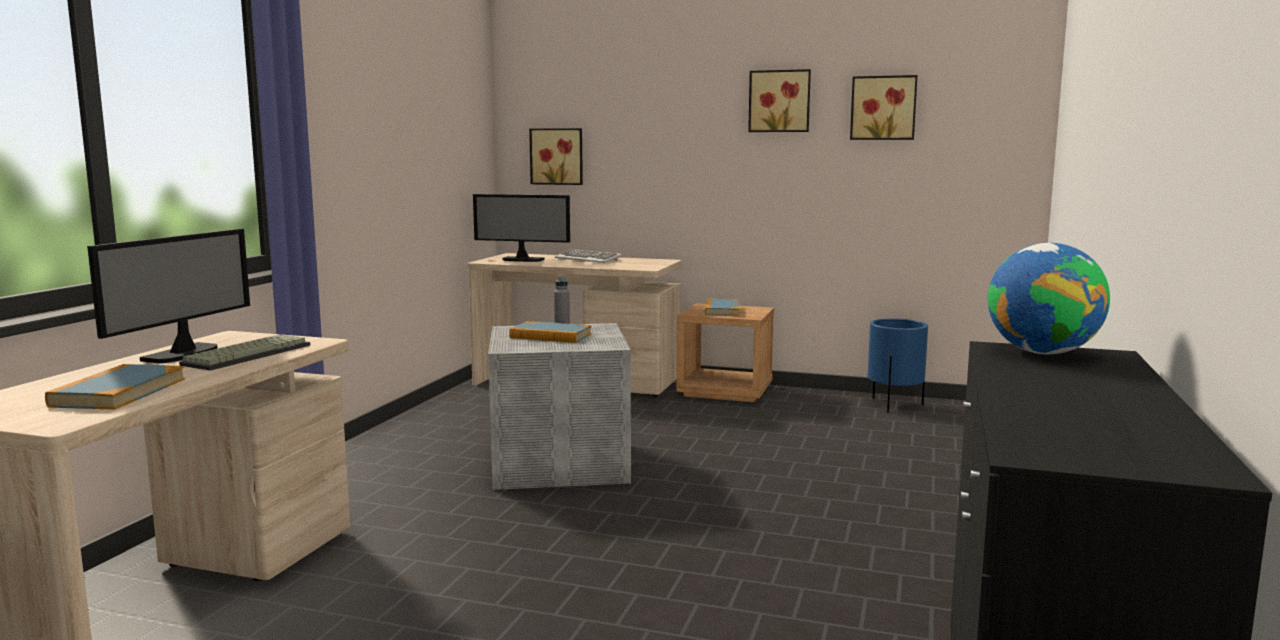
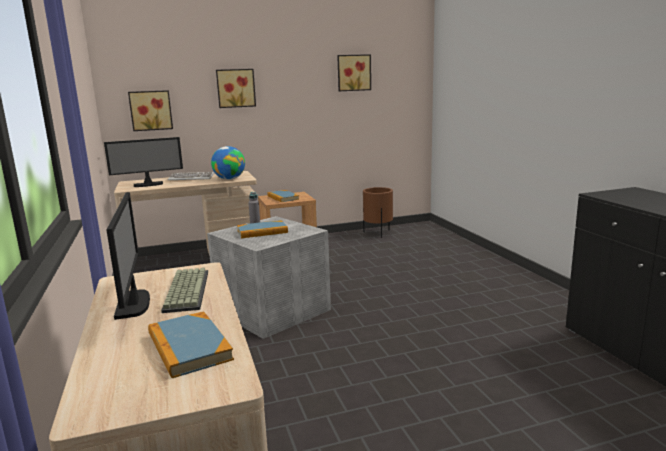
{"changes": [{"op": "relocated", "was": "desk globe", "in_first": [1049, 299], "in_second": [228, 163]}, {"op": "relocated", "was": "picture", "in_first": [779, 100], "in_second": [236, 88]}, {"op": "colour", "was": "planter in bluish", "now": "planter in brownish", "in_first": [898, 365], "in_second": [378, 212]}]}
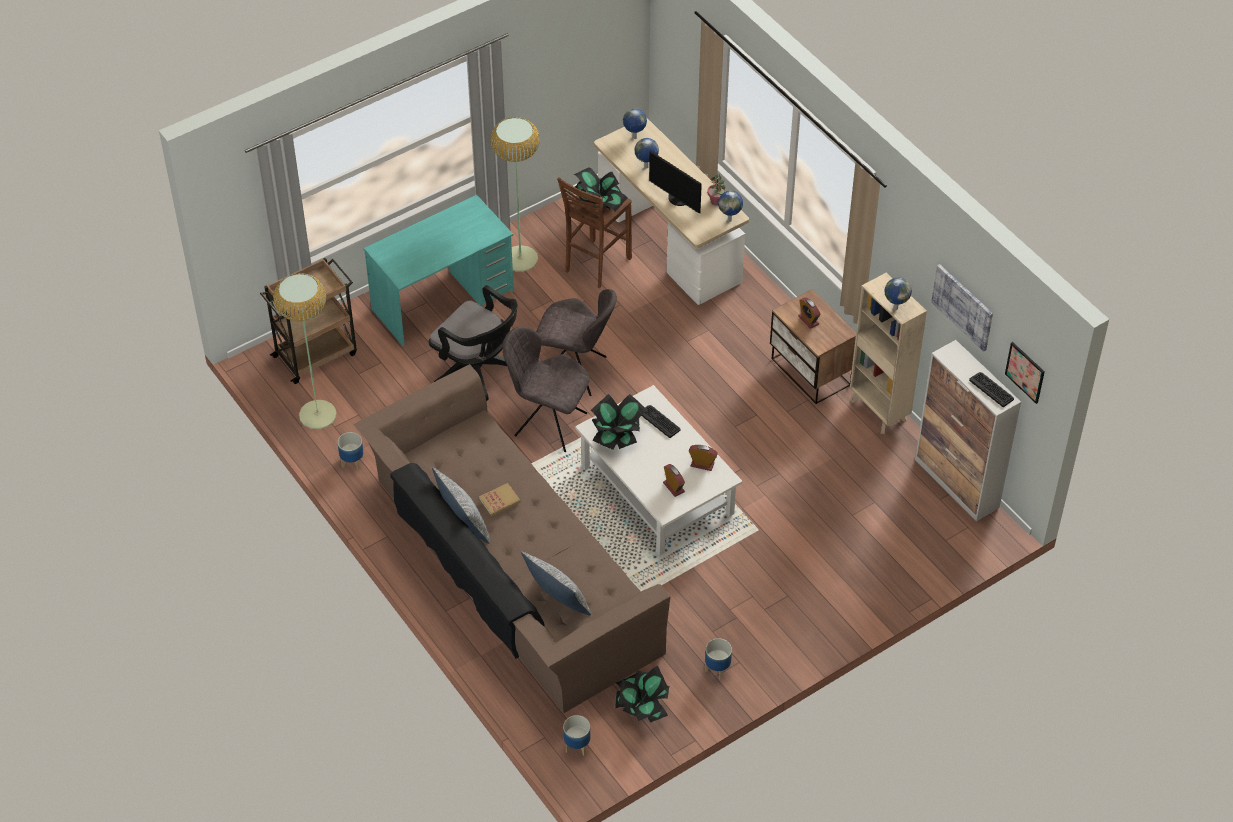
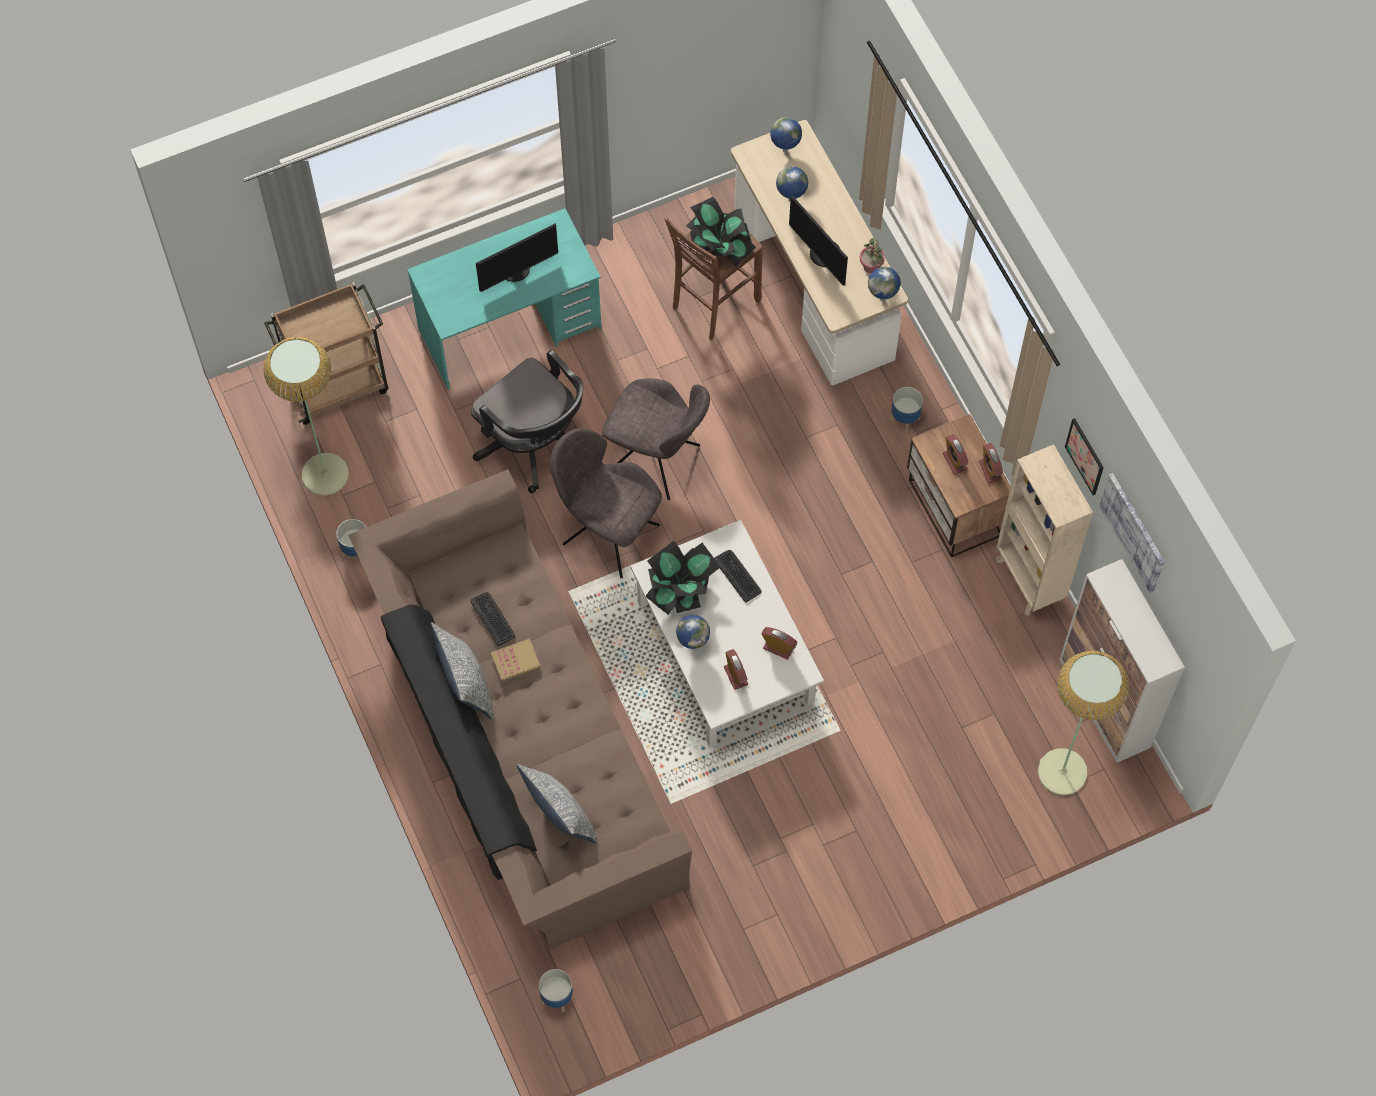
{"changes": [{"op": "relocated", "was": "keyboard", "in_first": [991, 389], "in_second": [492, 619]}, {"op": "appeared", "now": "computer screen", "in_second": [517, 257]}, {"op": "relocated", "was": "desk globe", "in_first": [898, 294], "in_second": [693, 632]}, {"op": "relocated", "was": "planter", "in_first": [718, 659], "in_second": [906, 409]}, {"op": "appeared", "now": "bedside clock", "in_second": [991, 463]}, {"op": "relocated", "was": "standard lamp", "in_first": [515, 194], "in_second": [1083, 722]}, {"op": "relocated", "was": "picture", "in_first": [1025, 373], "in_second": [1084, 456]}, {"op": "missing", "was": "houseplant", "in_first": [642, 694]}]}
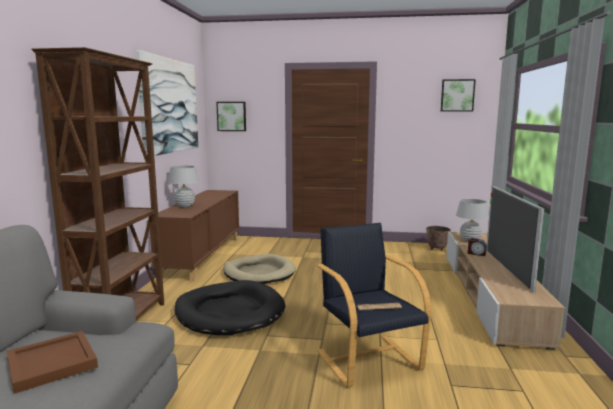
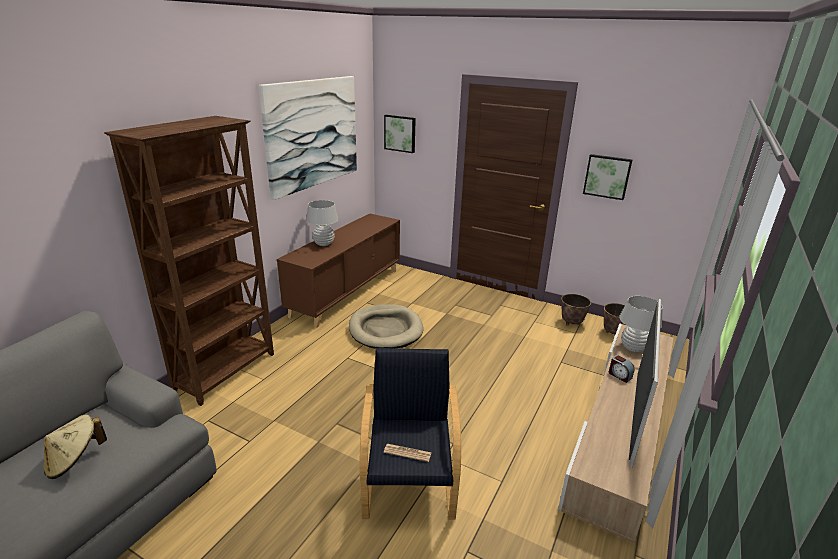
{"changes": [{"op": "exchanged", "was": "serving tray in brownish", "now": "wearable hat in sand-coloured", "in_first": [52, 362], "in_second": [75, 447]}, {"op": "appeared", "now": "planter", "in_second": [576, 310]}, {"op": "relocated", "was": "picture", "in_first": [458, 95], "in_second": [607, 177]}, {"op": "missing", "was": "dog bed in black-coloured", "in_first": [229, 307]}]}
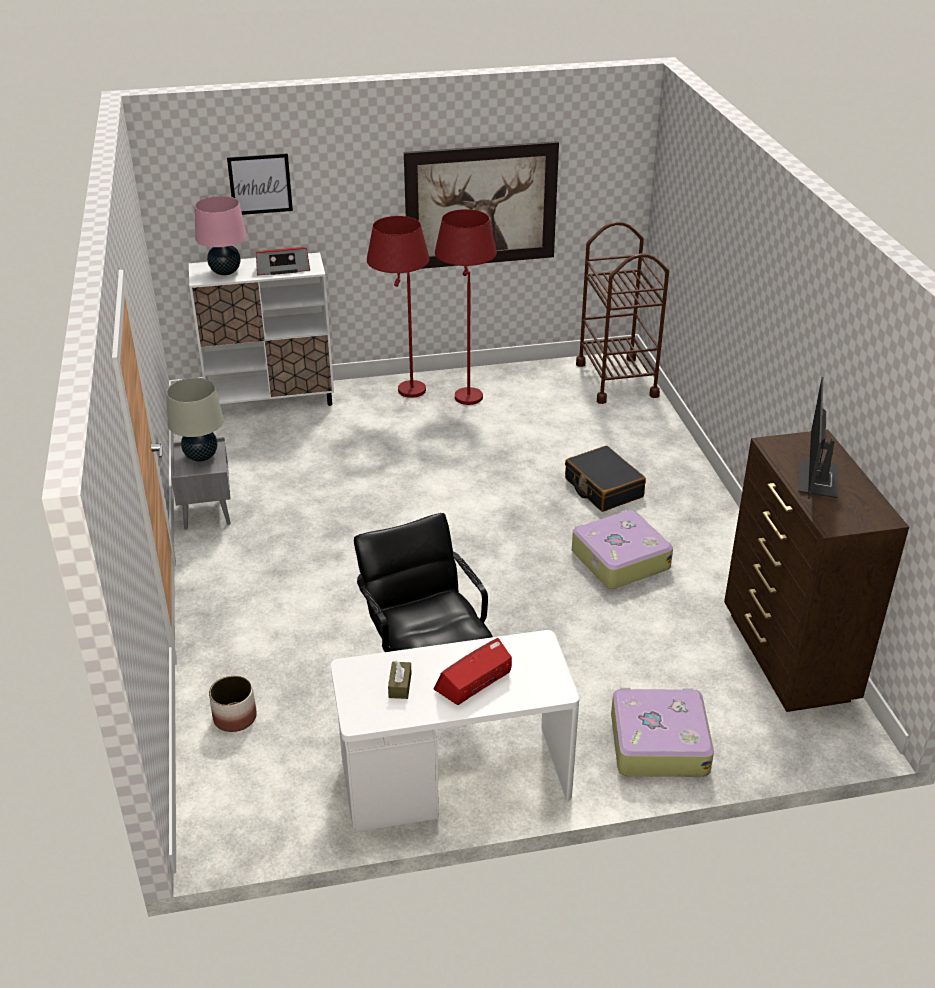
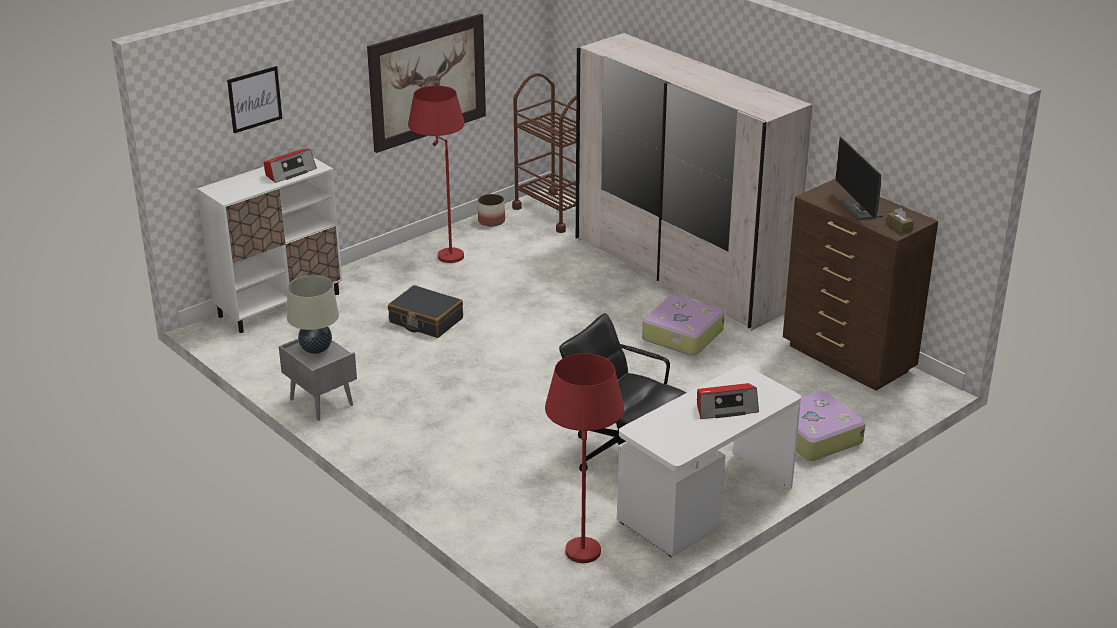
{"changes": [{"op": "relocated", "was": "suitcase in black-coloured", "in_first": [605, 479], "in_second": [425, 311]}, {"op": "relocated", "was": "planter", "in_first": [233, 703], "in_second": [491, 210]}, {"op": "relocated", "was": "standard lamp in red-coloured", "in_first": [398, 307], "in_second": [584, 458]}, {"op": "appeared", "now": "armoire in white", "in_second": [694, 182]}, {"op": "spun", "was": "radio set", "in_first": [472, 671], "in_second": [728, 401], "clockwise": -120}, {"op": "relocated", "was": "tissue holder in brownish", "in_first": [400, 680], "in_second": [900, 220]}, {"op": "missing", "was": "tabletop lamp in pink-coloured", "in_first": [220, 235]}]}
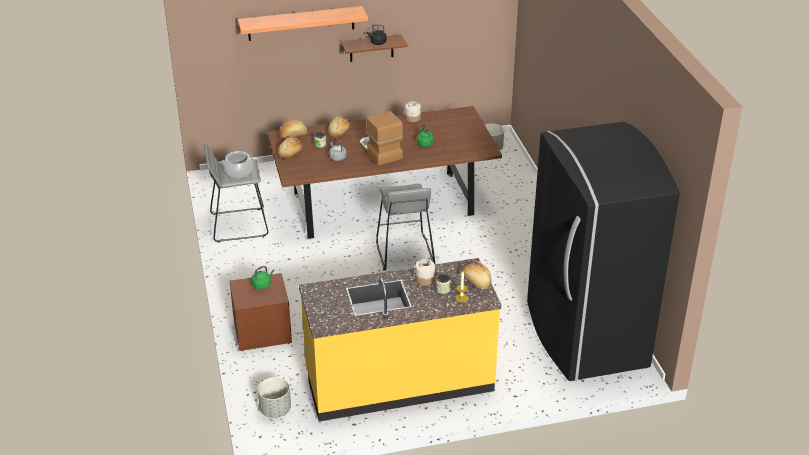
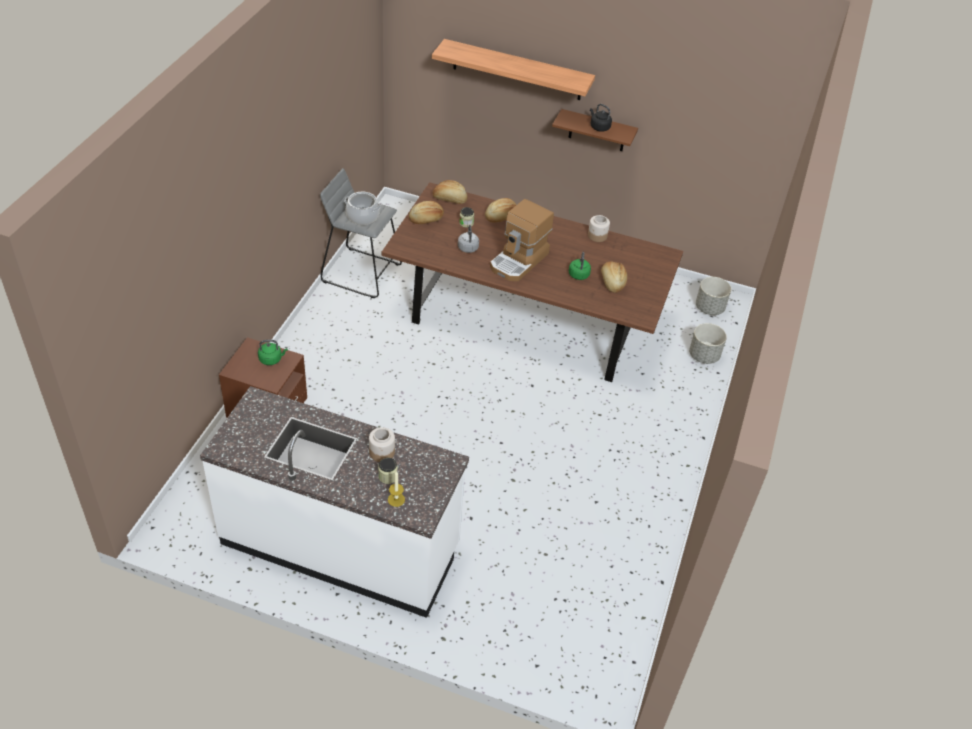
{"changes": [{"op": "colour", "was": "kitchen counter in yellowish", "now": "kitchen counter in white", "in_first": [400, 339], "in_second": [334, 502]}, {"op": "spun", "was": "coffee maker", "in_first": [381, 138], "in_second": [522, 240], "clockwise": -150}, {"op": "relocated", "was": "bakery bread", "in_first": [476, 276], "in_second": [614, 277]}, {"op": "relocated", "was": "planter in grey", "in_first": [274, 397], "in_second": [708, 343]}, {"op": "missing", "was": "stool in grey", "in_first": [405, 227]}, {"op": "missing", "was": "refrigerator in black-coloured", "in_first": [603, 251]}]}
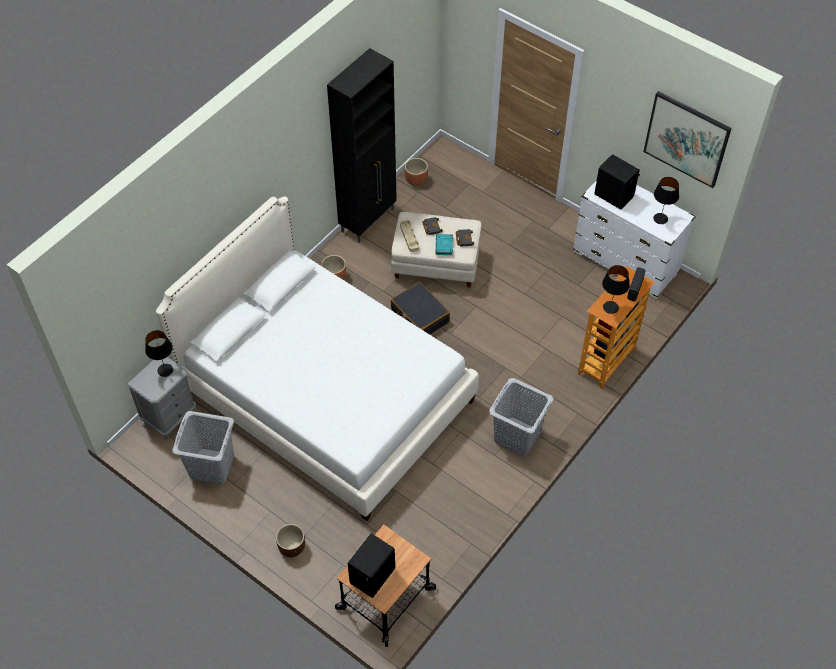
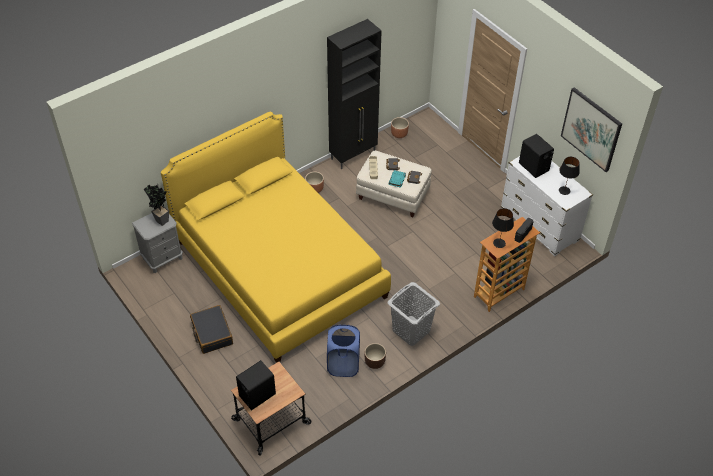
{"changes": [{"op": "exchanged", "was": "tabletop lamp in black-coloured", "now": "houseplant", "in_first": [159, 353], "in_second": [156, 204]}, {"op": "colour", "was": "bedroom bed in white", "now": "bedroom bed in yellowish", "in_first": [317, 359], "in_second": [276, 237]}, {"op": "relocated", "was": "suitcase in black-coloured", "in_first": [420, 308], "in_second": [211, 329]}, {"op": "appeared", "now": "hamper in bluish", "in_second": [343, 350]}, {"op": "relocated", "was": "planter in brownish", "in_first": [290, 540], "in_second": [375, 356]}, {"op": "missing", "was": "hamper in grey", "in_first": [203, 447]}]}
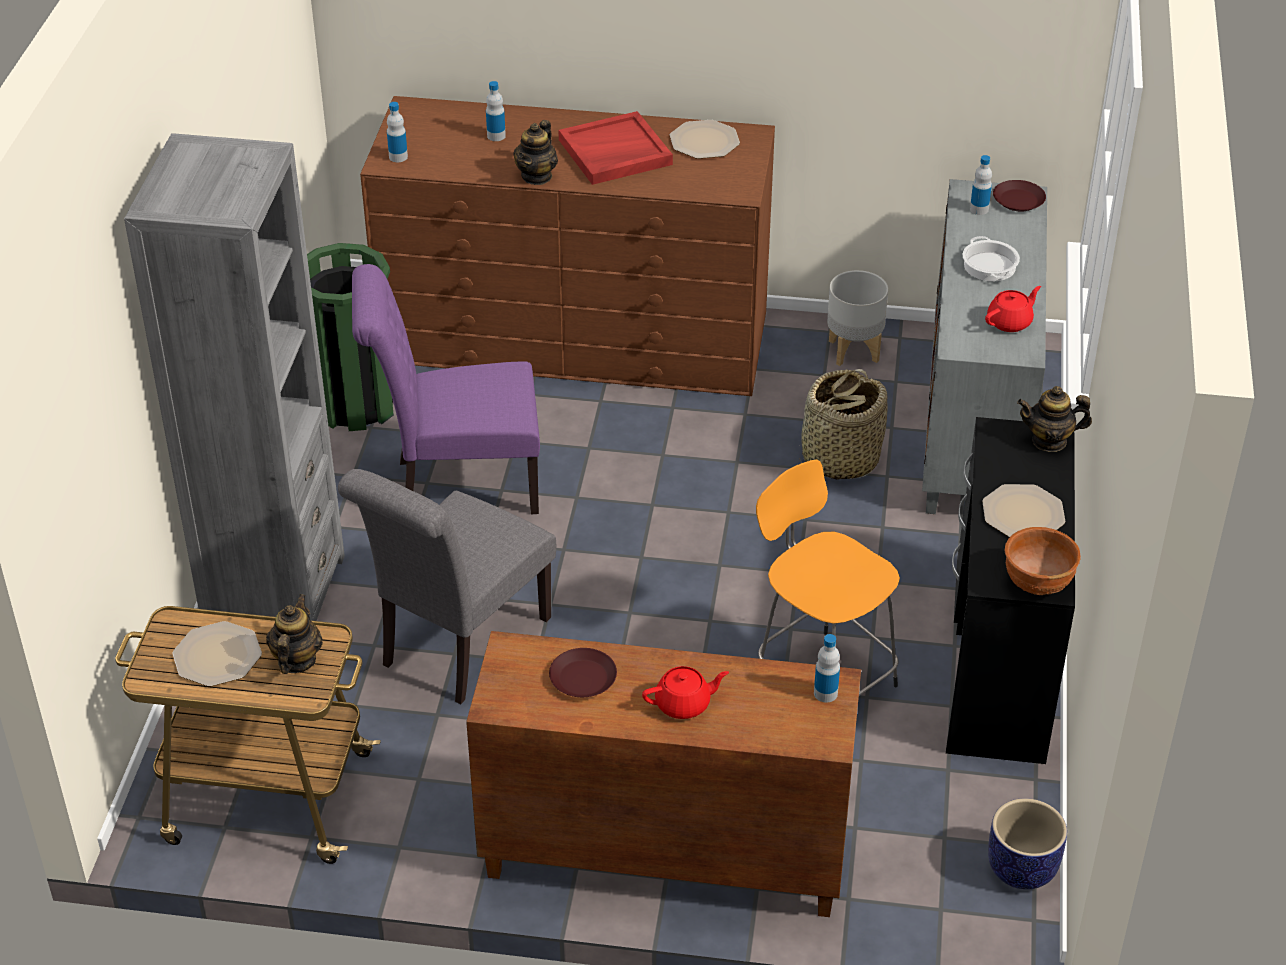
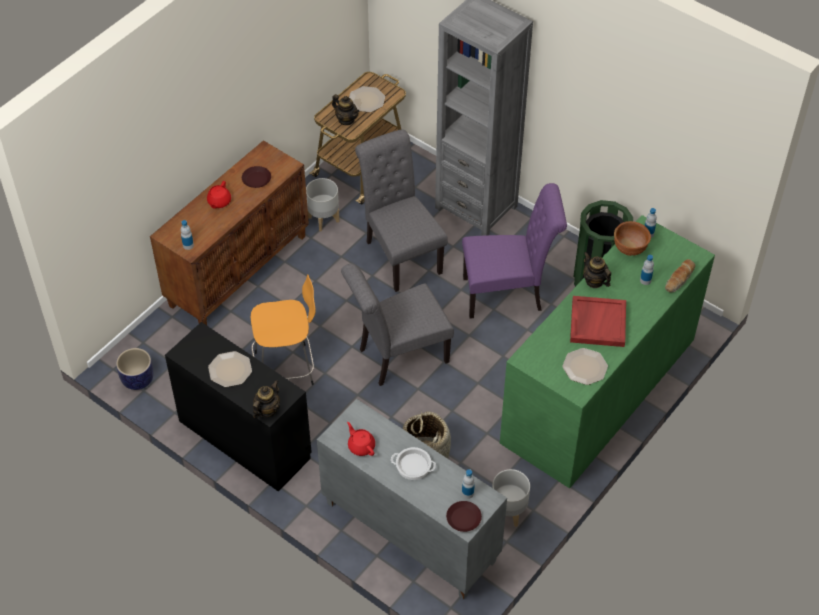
{"changes": [{"op": "appeared", "now": "planter in grey", "in_second": [323, 204]}, {"op": "appeared", "now": "chair in grey", "in_second": [397, 325]}, {"op": "spun", "was": "teapot in red-coloured", "in_first": [1013, 309], "in_second": [361, 439], "clockwise": 150}, {"op": "spun", "was": "chair in purplish", "in_first": [446, 389], "in_second": [514, 250], "clockwise": 60}, {"op": "colour", "was": "chest of drawers in brownish", "now": "chest of drawers in greenish", "in_first": [567, 246], "in_second": [607, 351]}, {"op": "relocated", "was": "deep dish in brownish", "in_first": [1042, 561], "in_second": [632, 238]}, {"op": "appeared", "now": "bakery bread", "in_second": [680, 275]}]}
